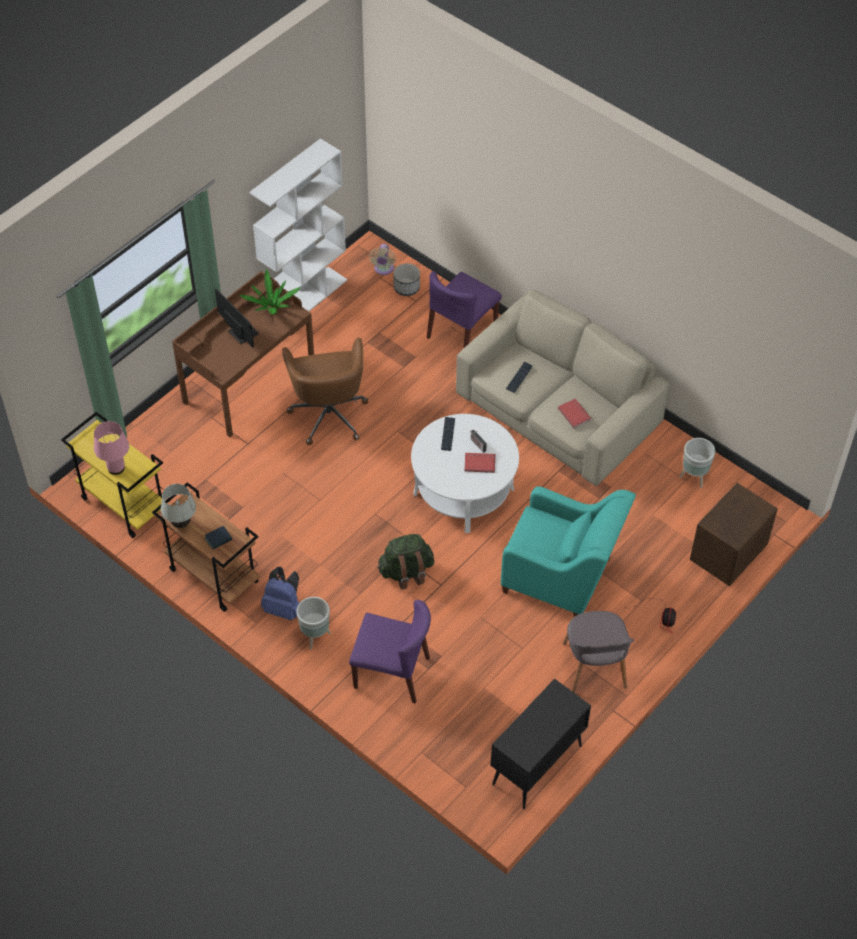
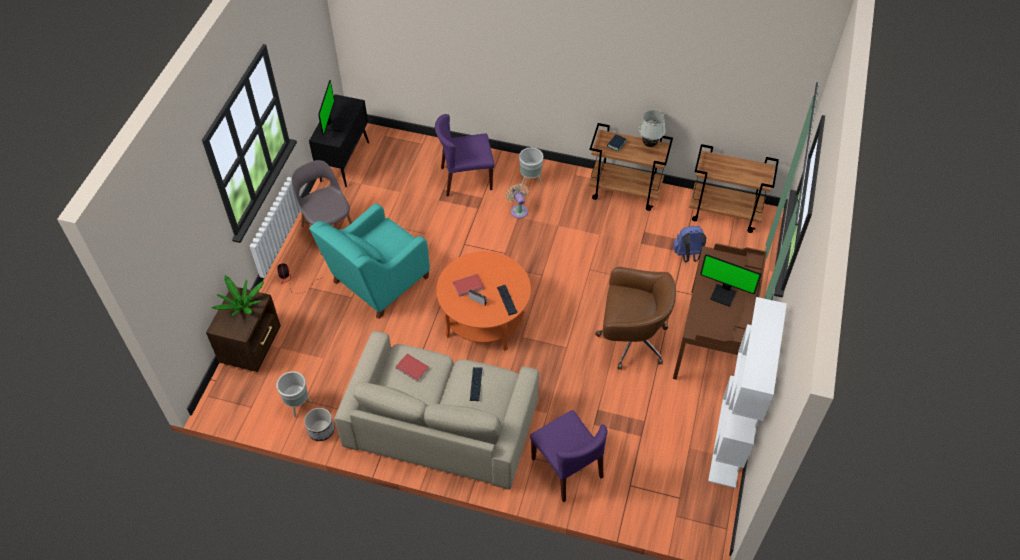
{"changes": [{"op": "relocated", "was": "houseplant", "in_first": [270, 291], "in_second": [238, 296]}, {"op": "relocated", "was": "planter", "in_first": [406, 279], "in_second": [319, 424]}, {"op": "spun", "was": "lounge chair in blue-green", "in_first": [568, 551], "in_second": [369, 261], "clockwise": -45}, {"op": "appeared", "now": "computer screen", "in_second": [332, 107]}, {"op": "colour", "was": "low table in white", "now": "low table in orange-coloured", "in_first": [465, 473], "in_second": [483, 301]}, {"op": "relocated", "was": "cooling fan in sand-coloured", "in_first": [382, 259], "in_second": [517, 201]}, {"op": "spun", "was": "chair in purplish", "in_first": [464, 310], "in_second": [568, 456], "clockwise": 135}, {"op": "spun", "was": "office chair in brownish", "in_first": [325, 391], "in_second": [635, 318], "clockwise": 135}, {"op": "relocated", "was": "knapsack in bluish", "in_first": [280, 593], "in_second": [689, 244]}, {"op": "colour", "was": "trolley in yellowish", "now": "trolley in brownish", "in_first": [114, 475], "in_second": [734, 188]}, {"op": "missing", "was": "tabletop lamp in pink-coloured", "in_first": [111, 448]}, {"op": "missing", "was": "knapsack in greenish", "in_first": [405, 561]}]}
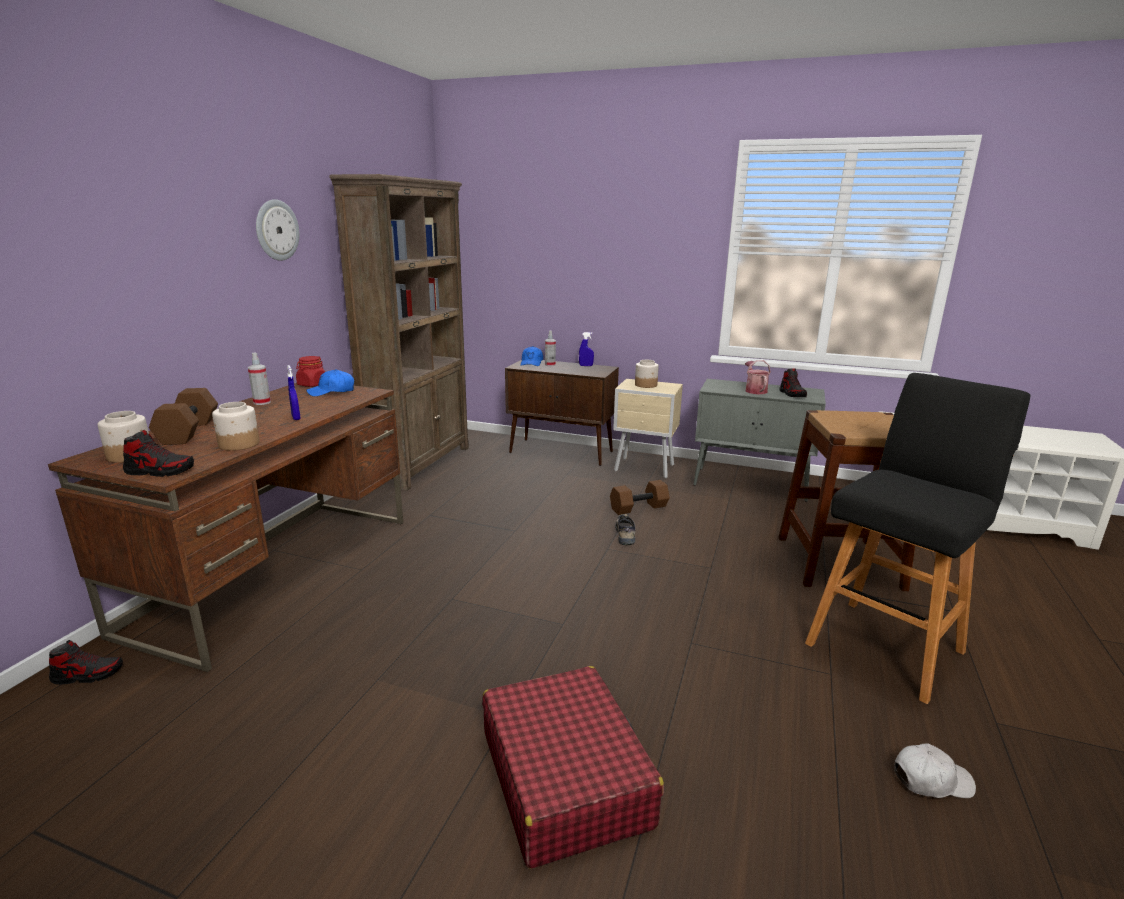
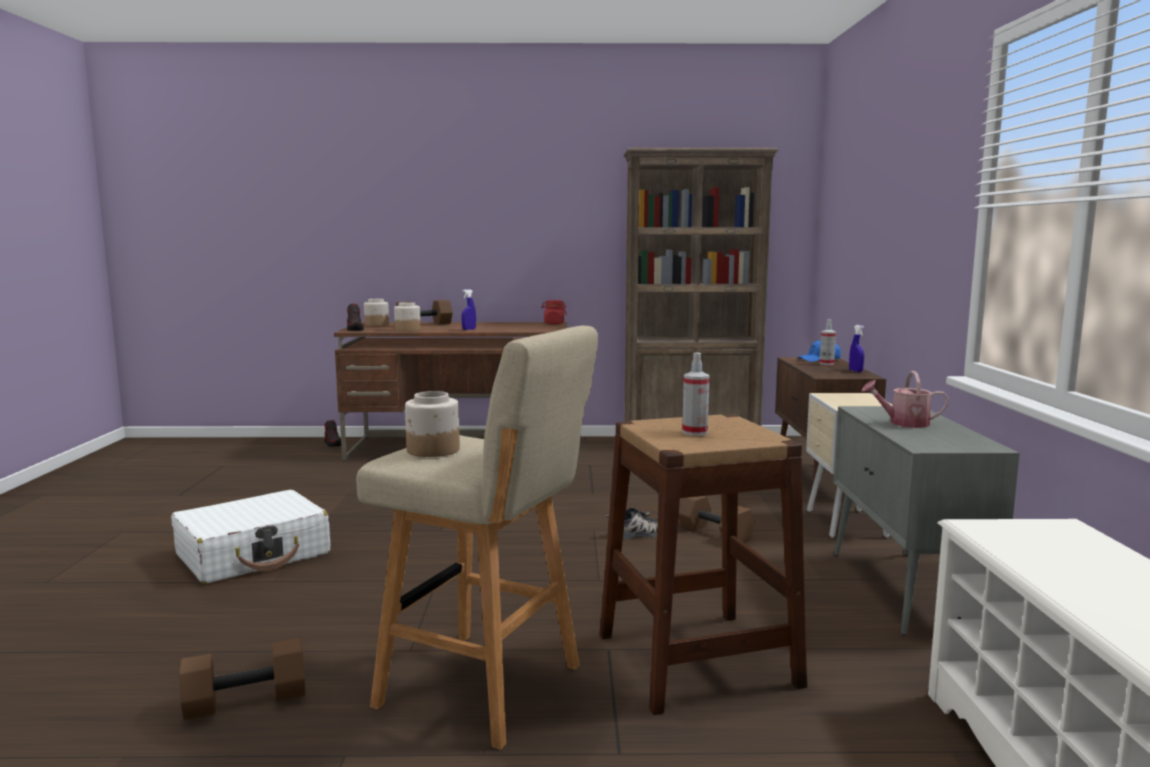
{"changes": [{"op": "colour", "was": "suitcase in red-coloured", "now": "suitcase in white", "in_first": [573, 767], "in_second": [250, 537]}, {"op": "exchanged", "was": "cap in white", "now": "free weight in brownish", "in_first": [935, 770], "in_second": [242, 679]}, {"op": "colour", "was": "stool in black-coloured", "now": "stool in sand-coloured", "in_first": [918, 538], "in_second": [477, 538]}, {"op": "relocated", "was": "preserve jar", "in_first": [647, 374], "in_second": [432, 424]}, {"op": "relocated", "was": "spray bottle", "in_first": [259, 379], "in_second": [696, 394]}, {"op": "spun", "was": "watering can", "in_first": [758, 377], "in_second": [905, 399], "clockwise": -150}, {"op": "missing", "was": "wall clock", "in_first": [277, 230]}, {"op": "missing", "was": "cap in bluish", "in_first": [330, 382]}, {"op": "missing", "was": "low shoe", "in_first": [793, 382]}]}
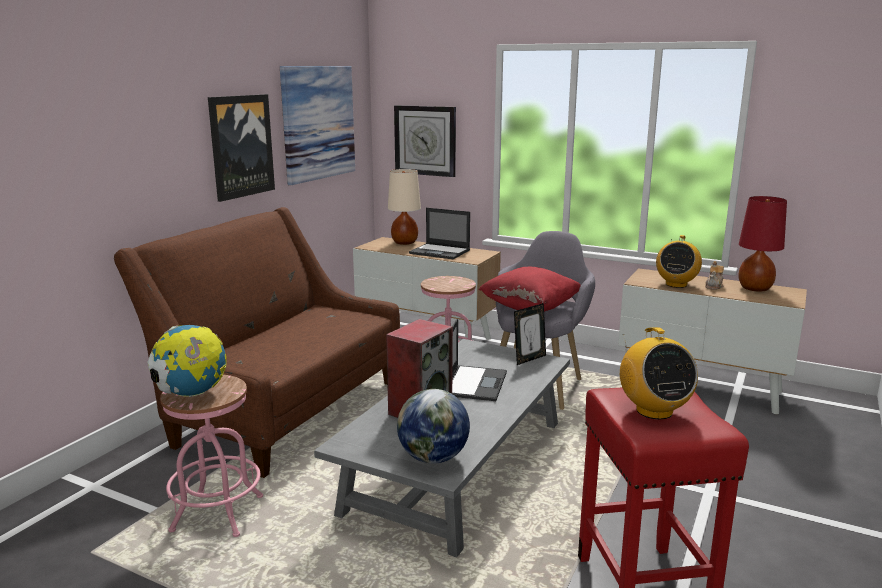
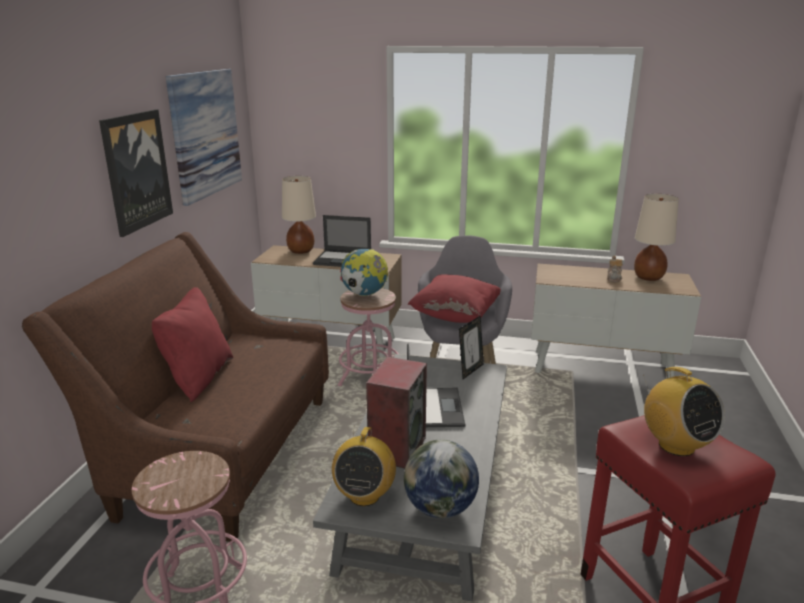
{"changes": [{"op": "appeared", "now": "cushion in red-coloured", "in_second": [192, 344]}, {"op": "relocated", "was": "radio set", "in_first": [679, 261], "in_second": [364, 466]}, {"op": "relocated", "was": "desk globe", "in_first": [187, 361], "in_second": [364, 272]}, {"op": "colour", "was": "tabletop lamp in red-coloured", "now": "tabletop lamp in sand-coloured", "in_first": [762, 243], "in_second": [656, 237]}, {"op": "missing", "was": "wall clock", "in_first": [425, 141]}]}
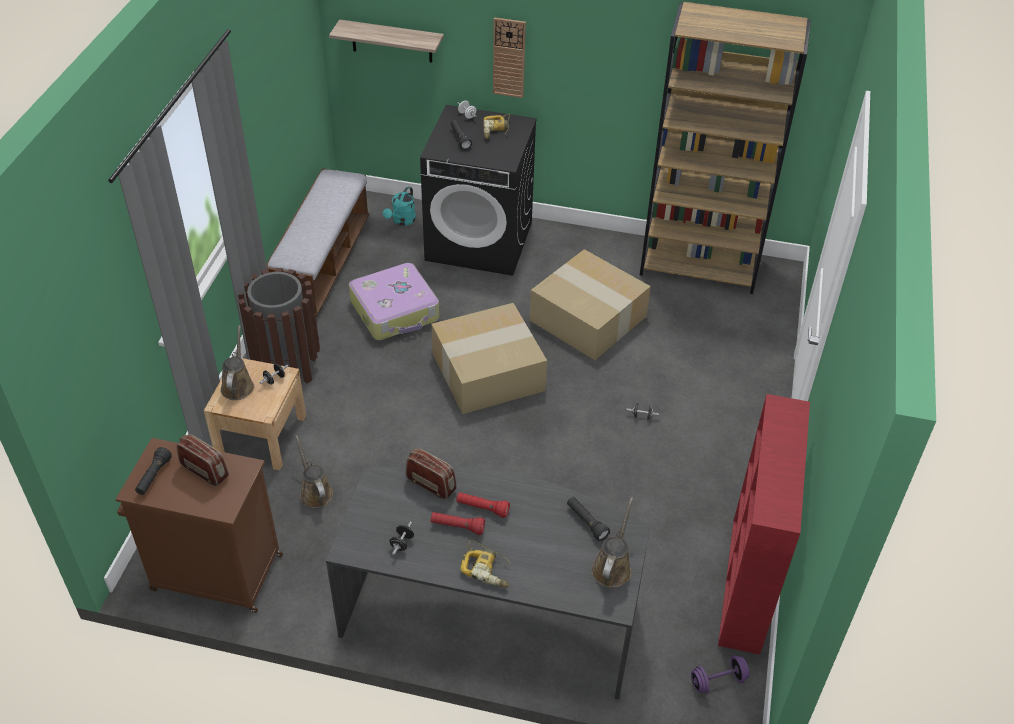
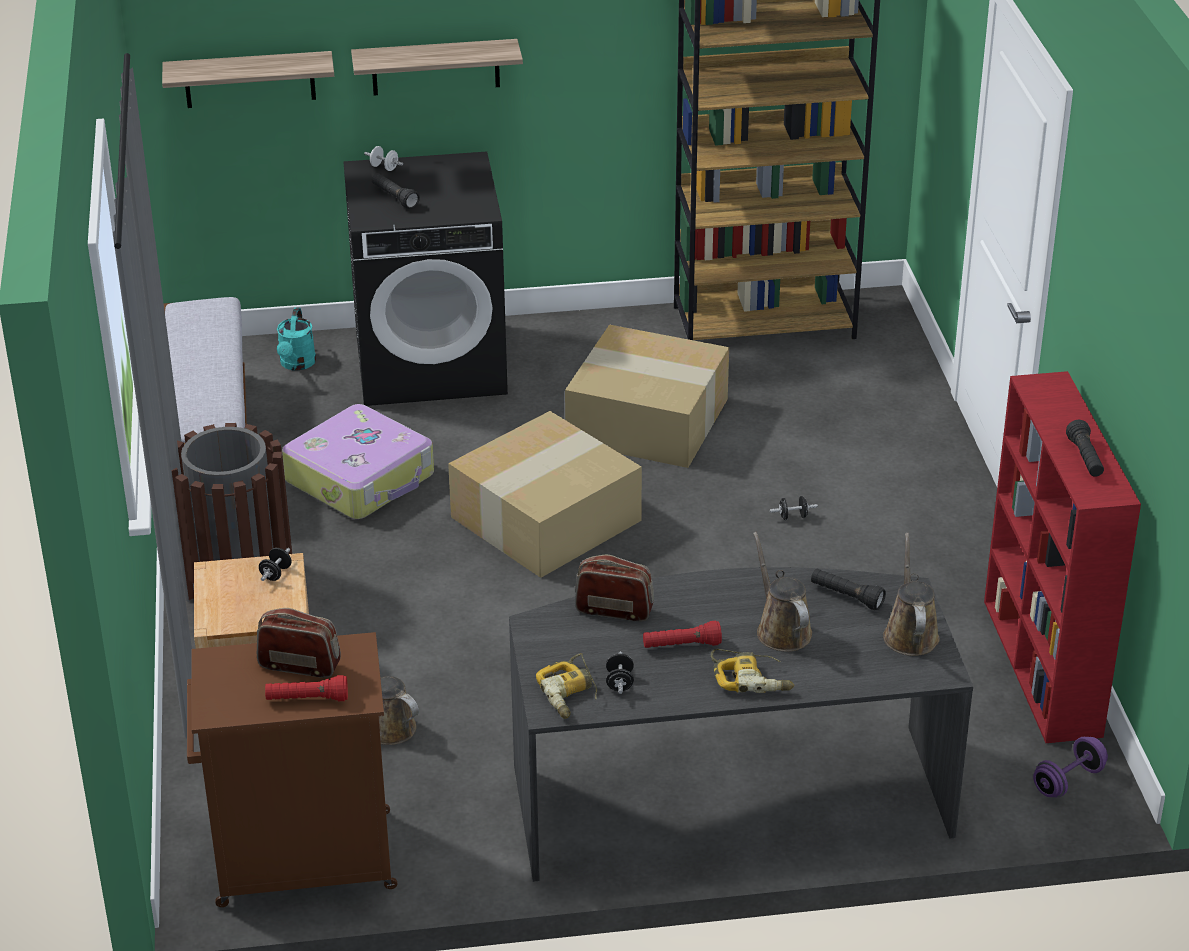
{"changes": [{"op": "relocated", "was": "hand torch in red-coloured", "in_first": [483, 505], "in_second": [306, 688]}, {"op": "exchanged", "was": "wall clock", "now": "bracket shelf", "in_first": [509, 57], "in_second": [437, 67]}, {"op": "relocated", "was": "power drill", "in_first": [496, 126], "in_second": [566, 685]}, {"op": "relocated", "was": "watering can in brownish", "in_first": [237, 362], "in_second": [782, 592]}, {"op": "relocated", "was": "hand torch in black-coloured", "in_first": [153, 471], "in_second": [1085, 448]}]}
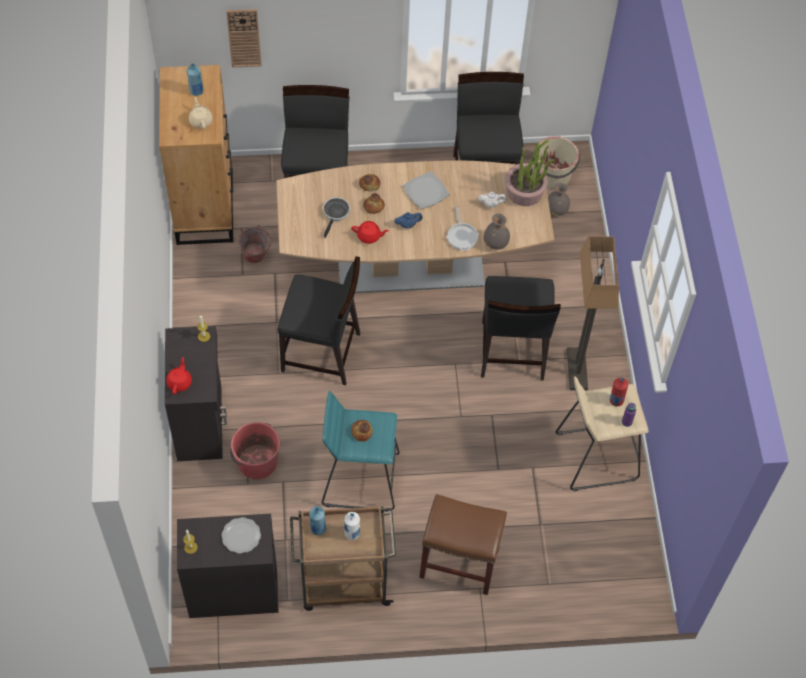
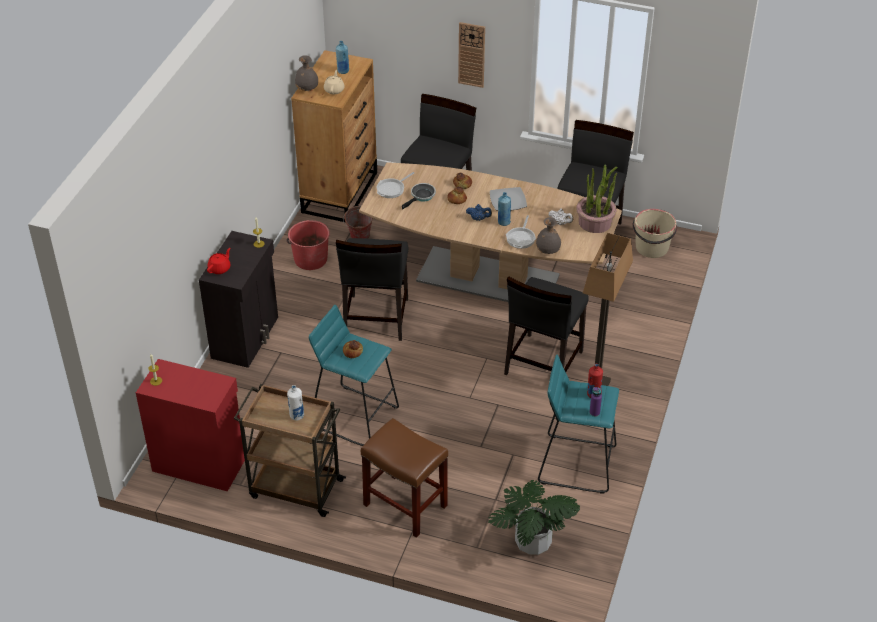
{"changes": [{"op": "colour", "was": "storage cabinet in black-coloured", "now": "storage cabinet in red-coloured", "in_first": [228, 566], "in_second": [190, 425]}, {"op": "relocated", "was": "bucket in red-coloured", "in_first": [255, 450], "in_second": [308, 245]}, {"op": "relocated", "was": "vase in grey", "in_first": [559, 199], "in_second": [306, 73]}, {"op": "spun", "was": "chair in black-coloured", "in_first": [319, 320], "in_second": [372, 289], "clockwise": 60}, {"op": "appeared", "now": "pan", "in_second": [395, 185]}, {"op": "relocated", "was": "wall clock", "in_first": [244, 38], "in_second": [471, 55]}, {"op": "appeared", "now": "houseplant", "in_second": [534, 517]}, {"op": "relocated", "was": "bottle in bluish", "in_first": [317, 520], "in_second": [504, 209]}, {"op": "colour", "was": "stool in sand-coloured", "now": "stool in blue-green", "in_first": [602, 433], "in_second": [578, 424]}, {"op": "missing", "was": "dinner plate", "in_first": [241, 535]}, {"op": "missing", "was": "teapot in red-coloured", "in_first": [370, 232]}]}
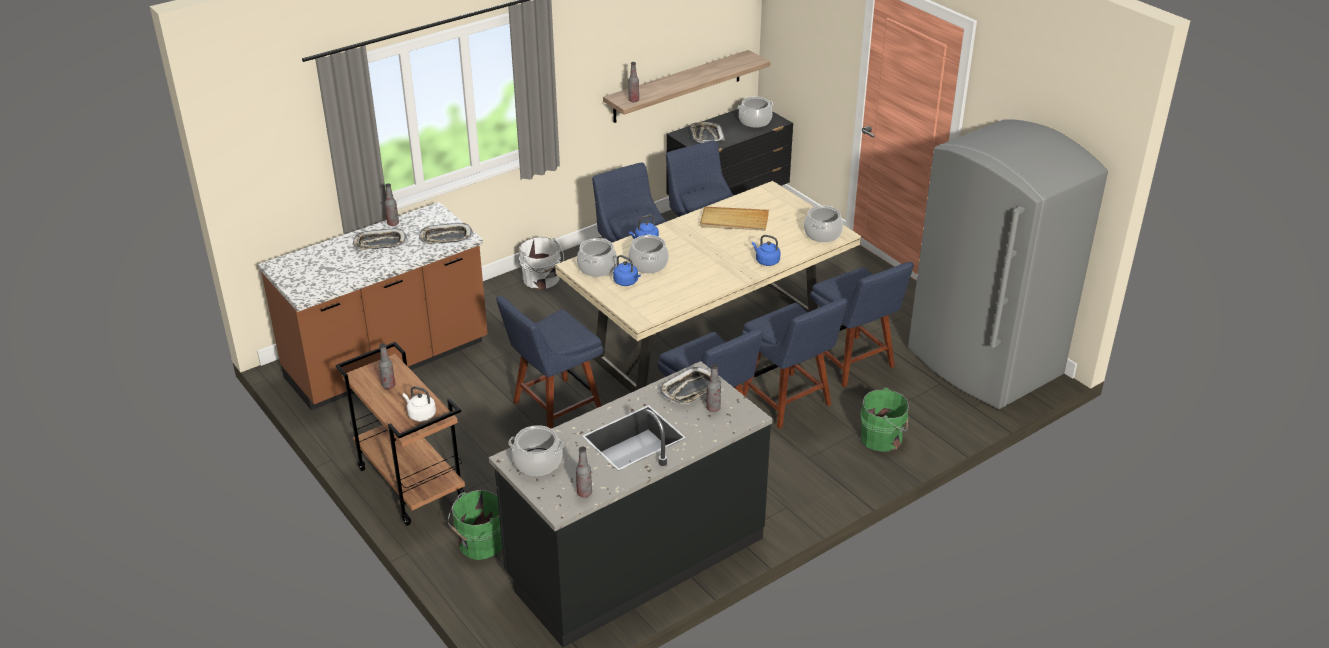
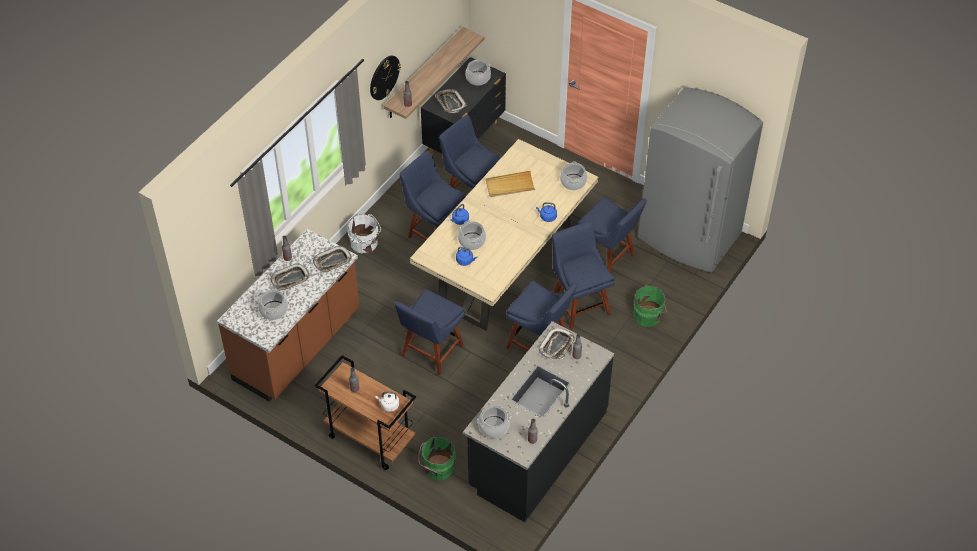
{"changes": [{"op": "relocated", "was": "saucepot", "in_first": [597, 257], "in_second": [273, 304]}, {"op": "appeared", "now": "wall clock", "in_second": [385, 77]}, {"op": "spun", "was": "chair in bluish", "in_first": [795, 363], "in_second": [583, 275], "clockwise": -150}]}
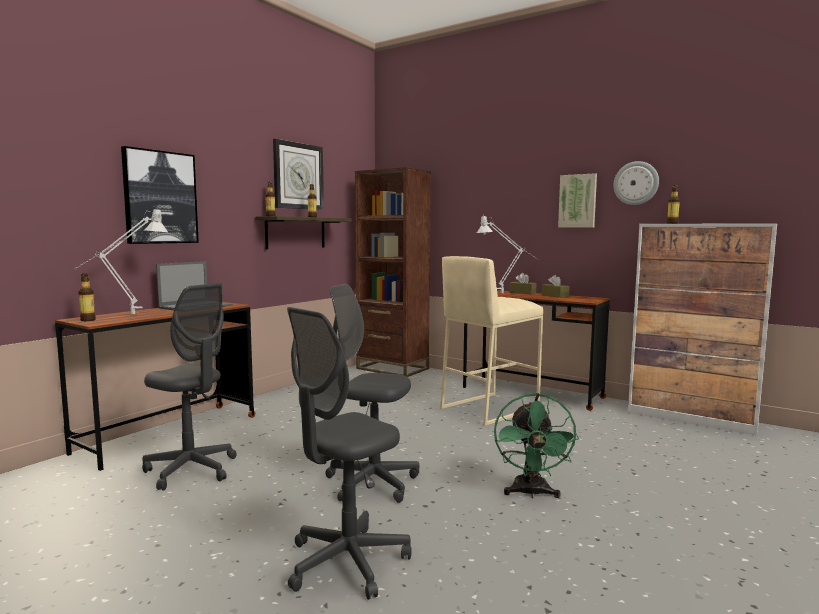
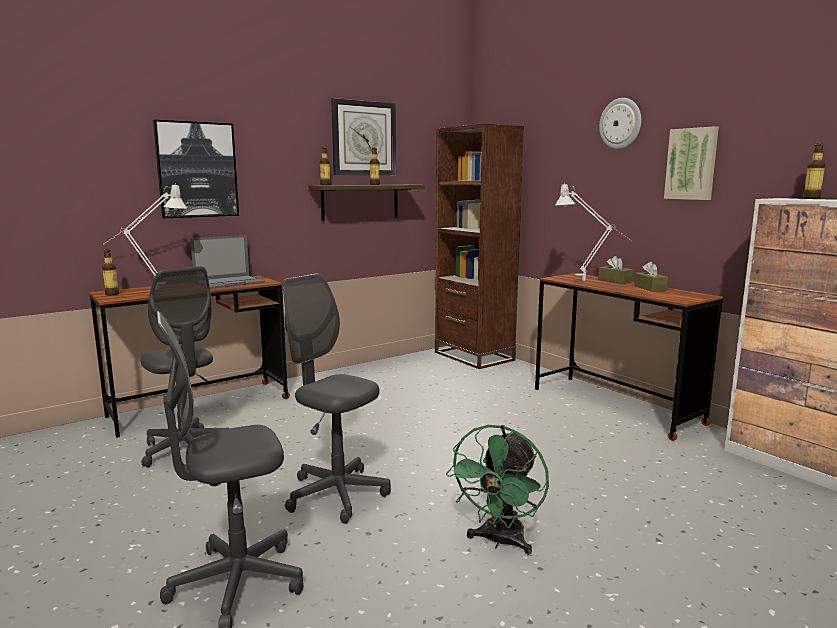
{"changes": [{"op": "relocated", "was": "wall clock", "in_first": [636, 183], "in_second": [620, 123]}, {"op": "missing", "was": "stool in sand-coloured", "in_first": [491, 341]}]}
